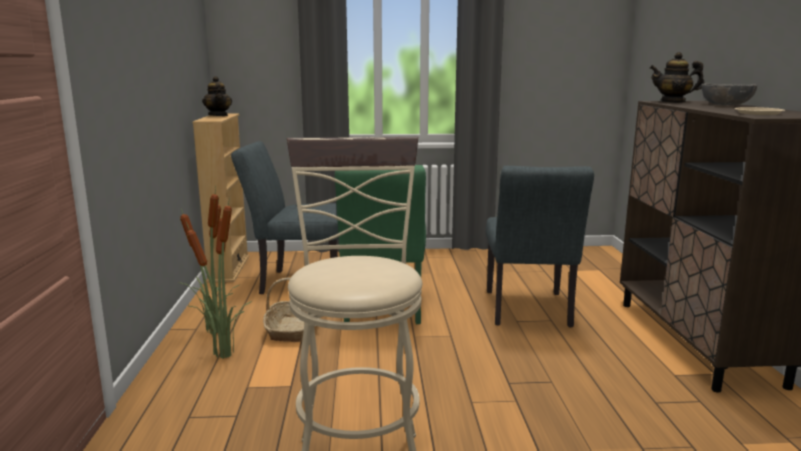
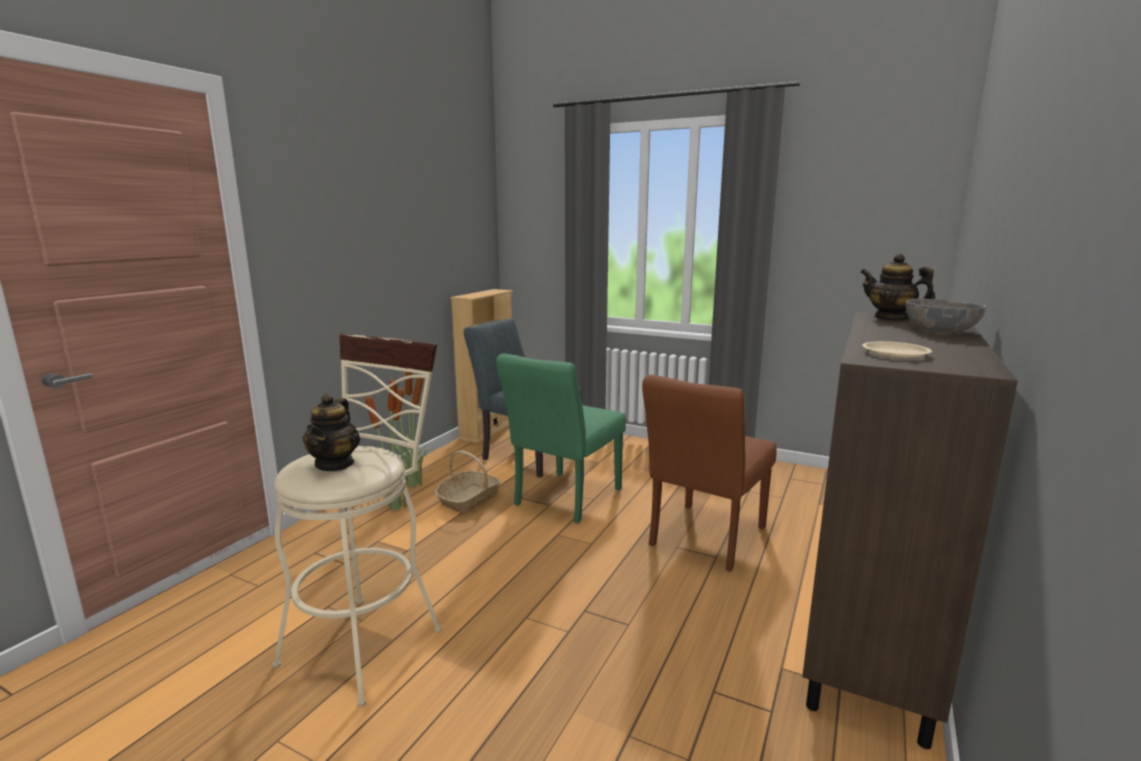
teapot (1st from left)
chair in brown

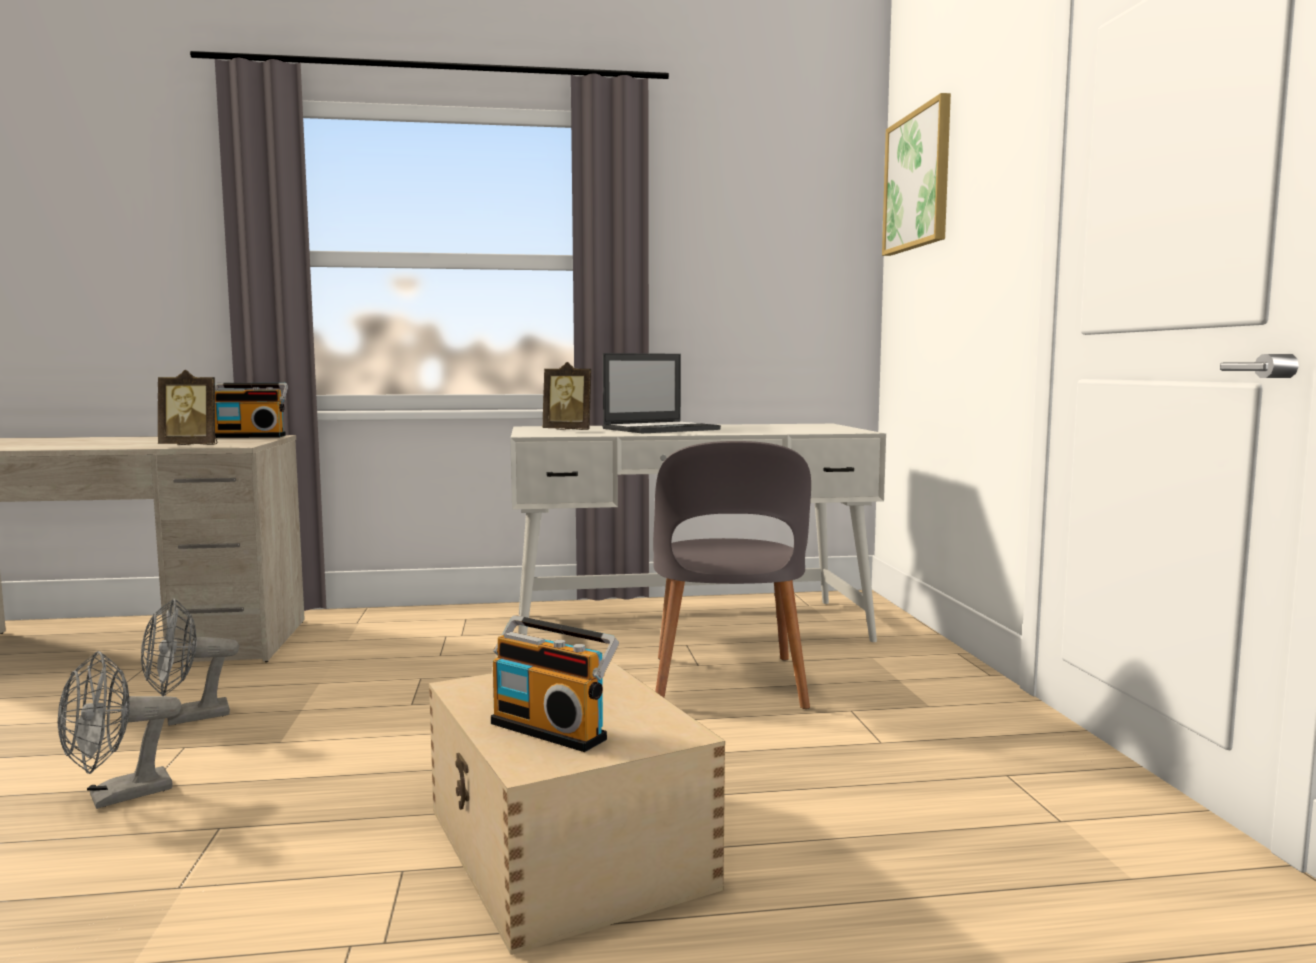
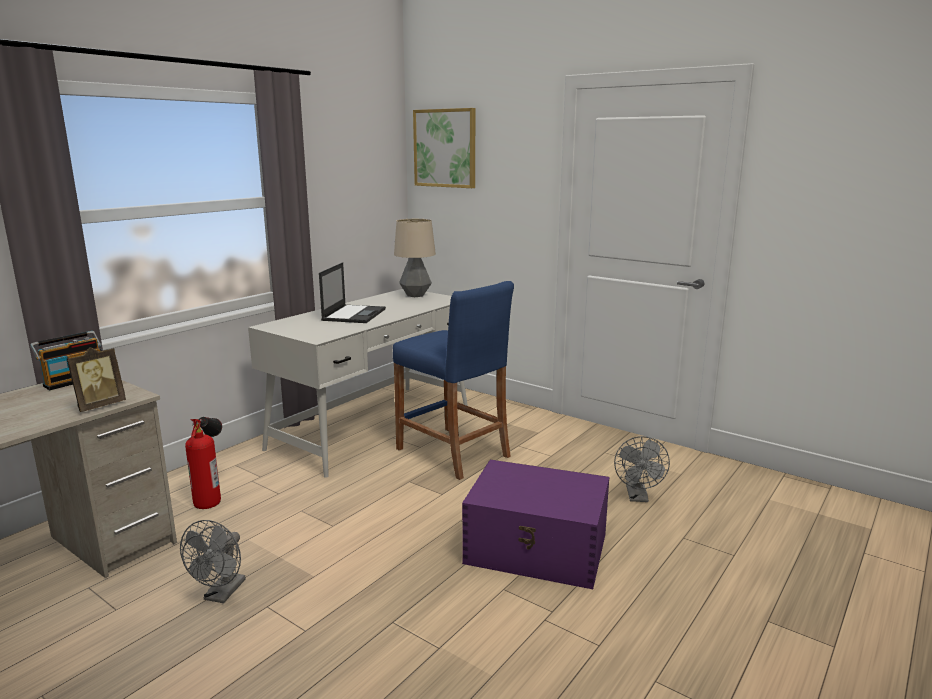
fire extinguisher
stool in blue
table lamp
storage box in purple
fan in grey (2nd from left)
radio (2nd from left in the first image)
picture frame (2nd from left in the first image)

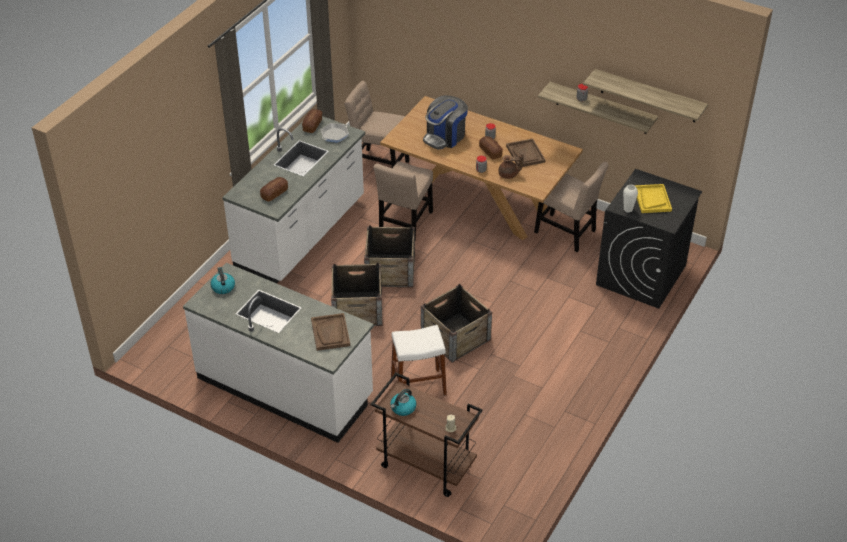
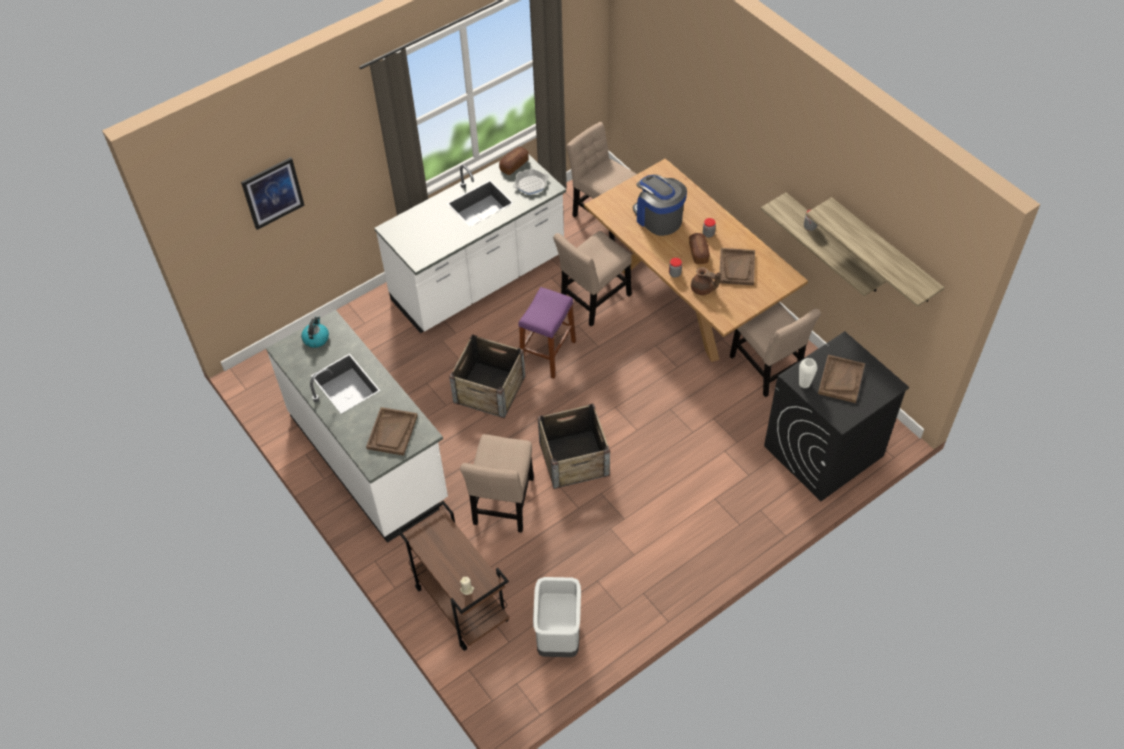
picture
chair in beige (1st from left)
stool in purple
trash can in grey
coffee machine
tray in brown (3rd from left)
bread (1st from left in the first image)
kettle (2nd from left in the first image)

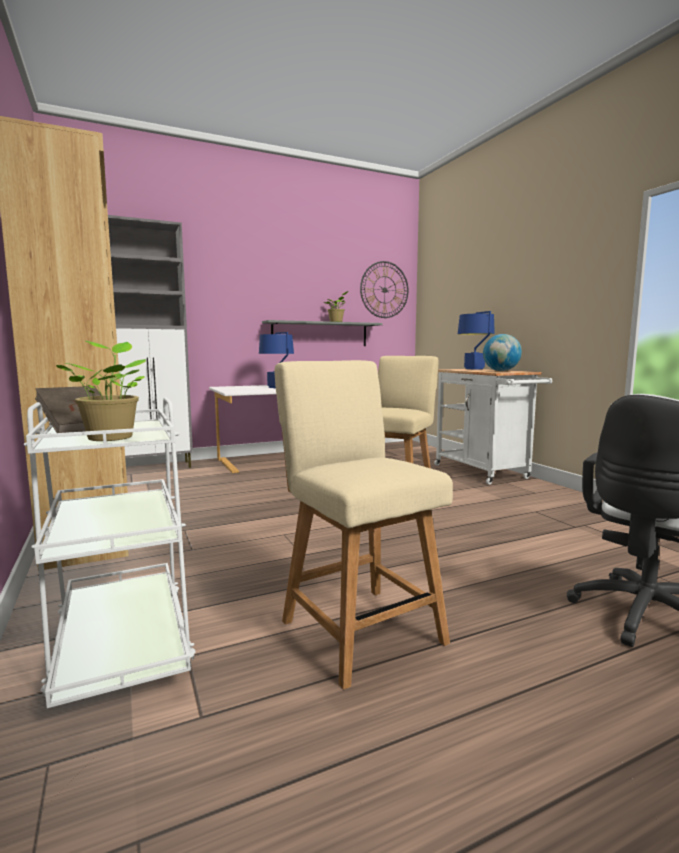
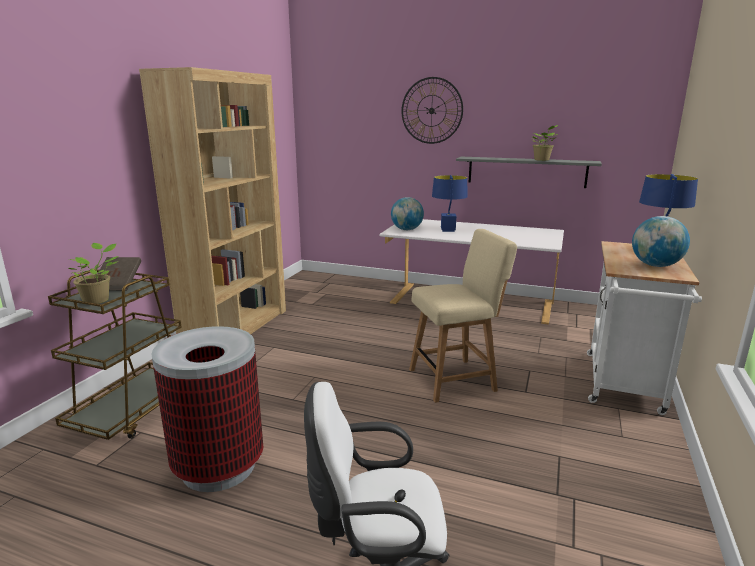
cart in brown
trash can
globe (1st from left)
wall clock
cabinet in grey

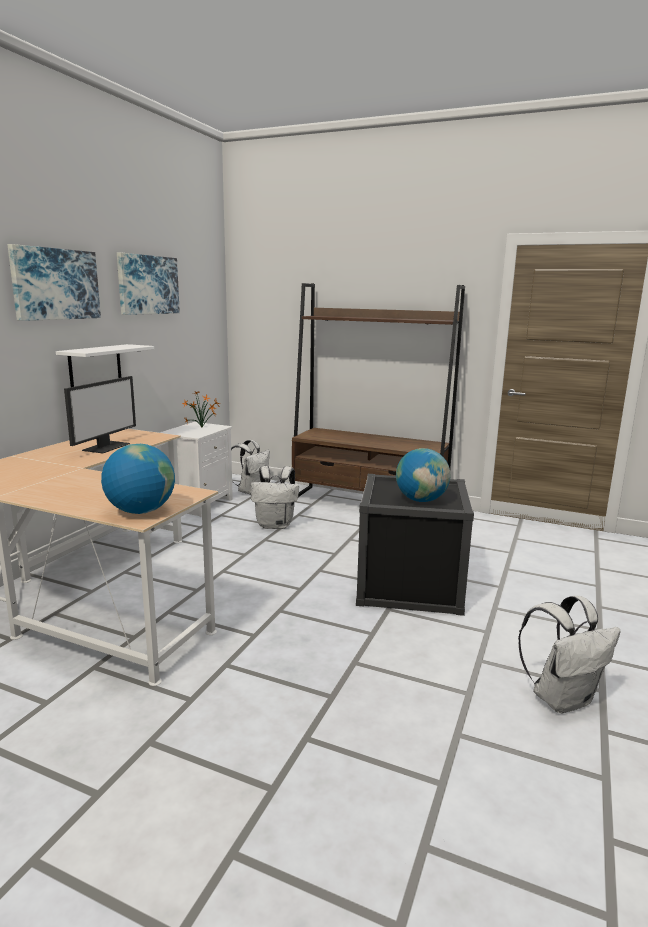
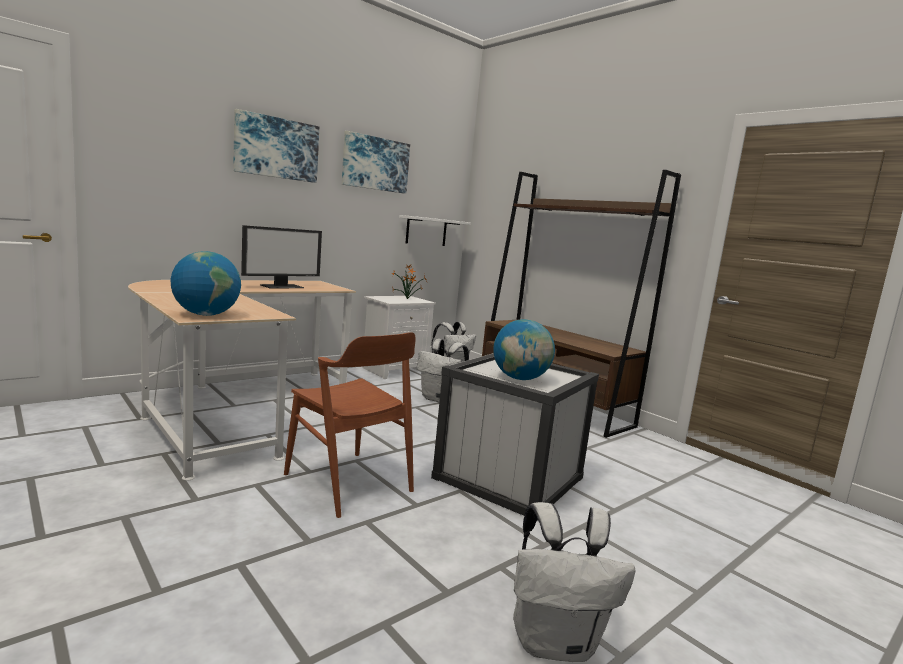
chair in brown
shelf in white
storage box in white

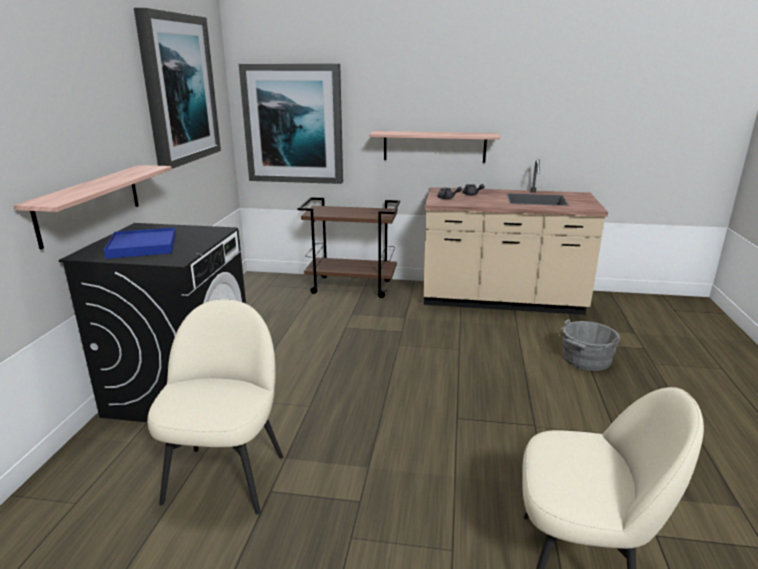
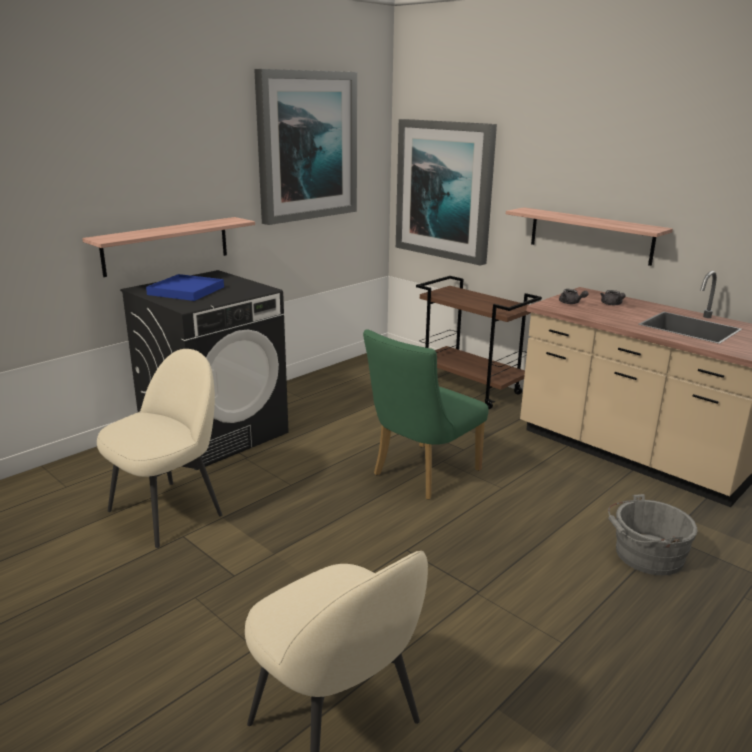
chair in green

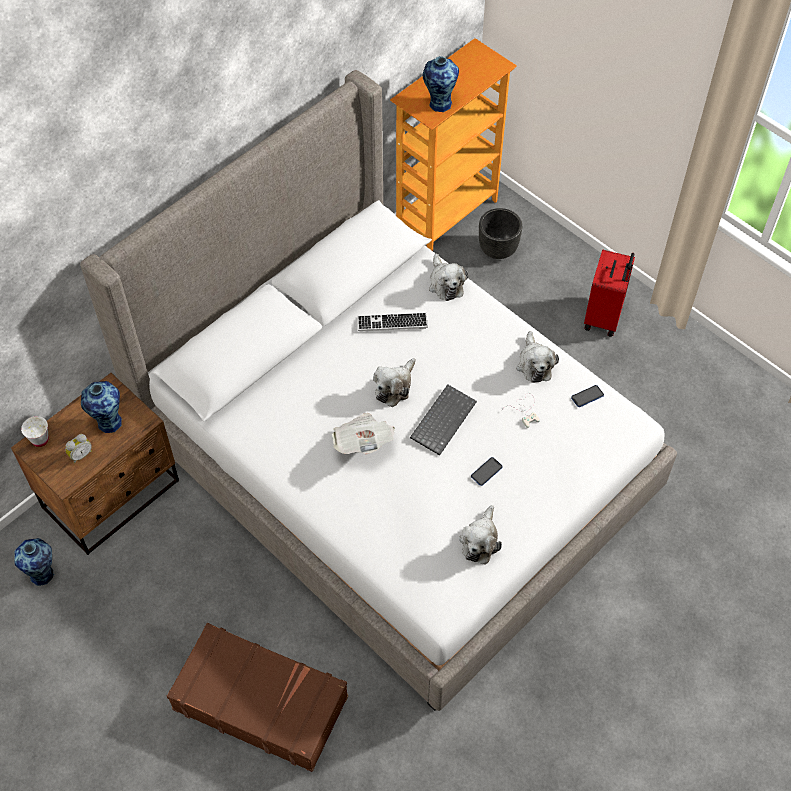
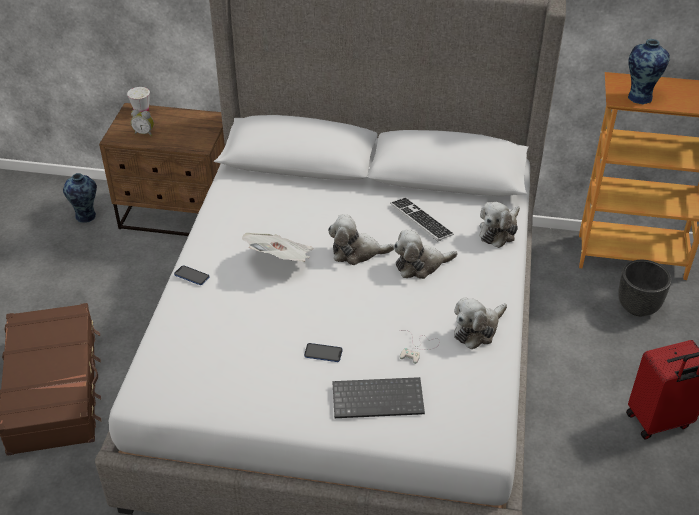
phone (1st from left)
keyboard (1st from left)
plush toy (2nd from left)
vase (2nd from left in the first image)

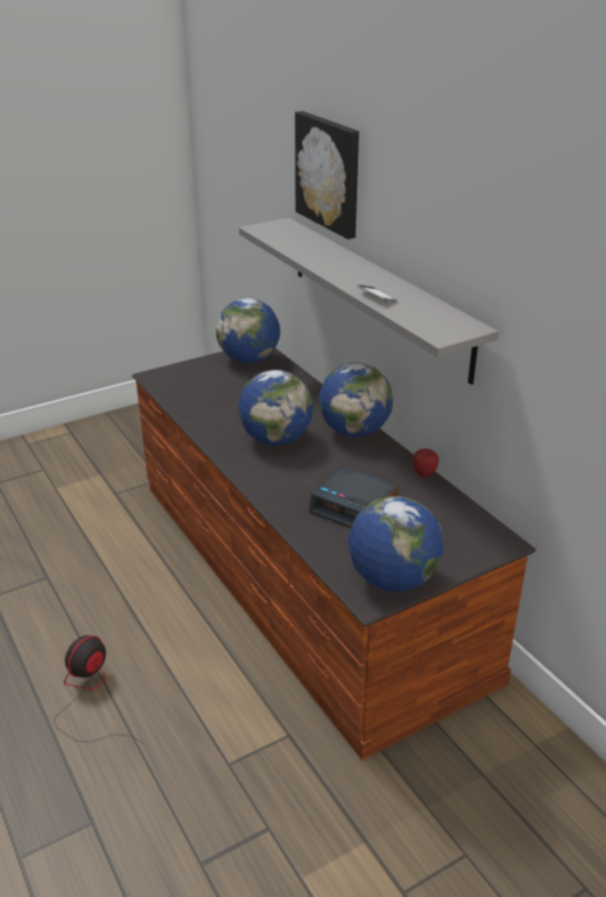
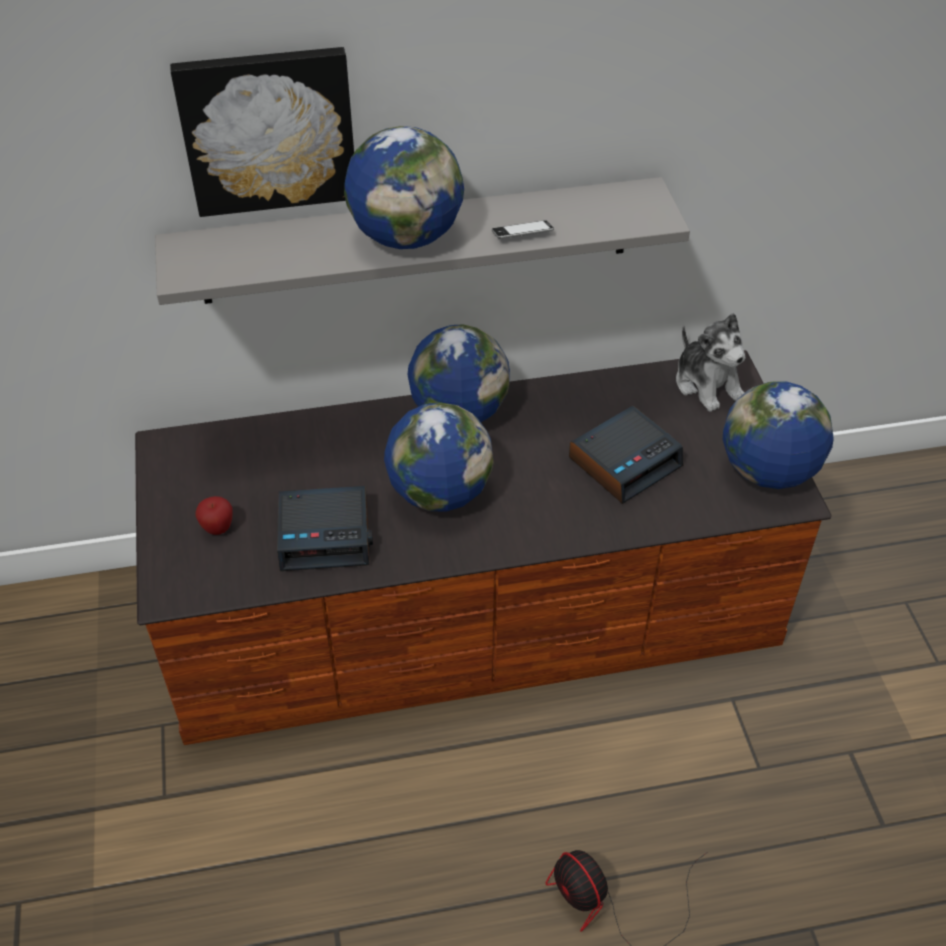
apple
alarm clock (1st from left)
globe (1st from left)
plush toy

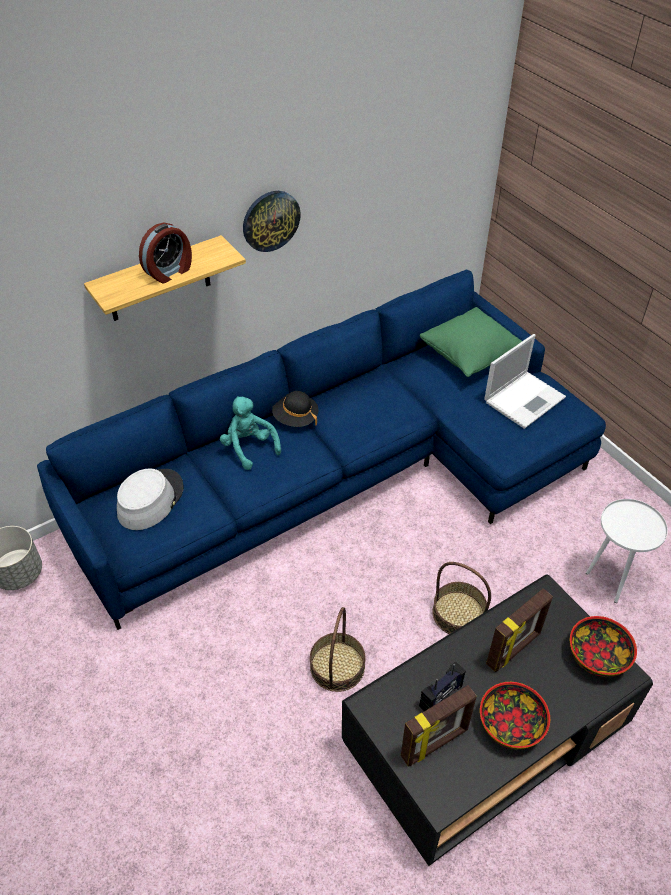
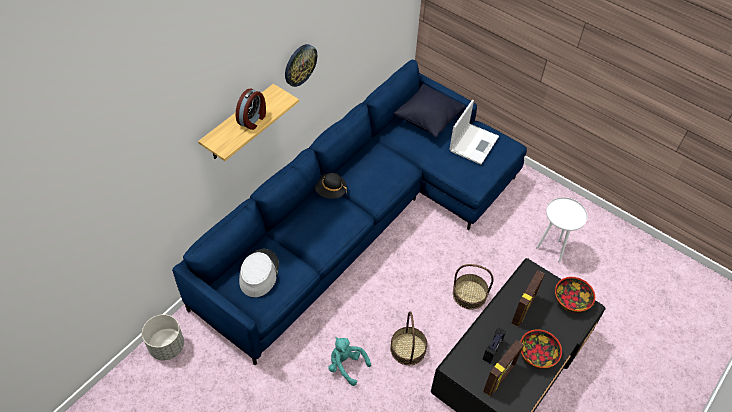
plush toy in turquoise
pillow in black

